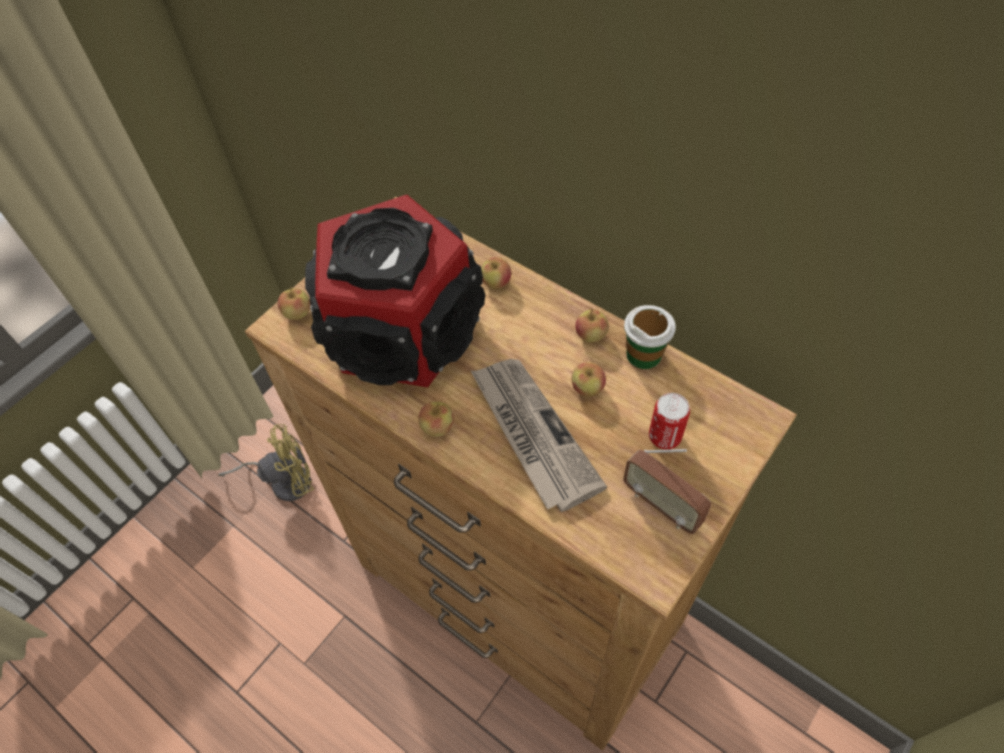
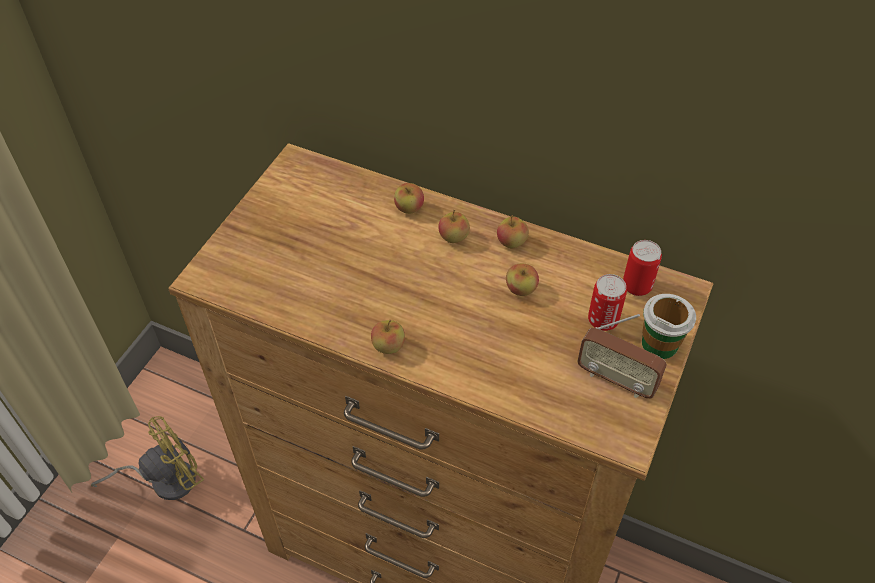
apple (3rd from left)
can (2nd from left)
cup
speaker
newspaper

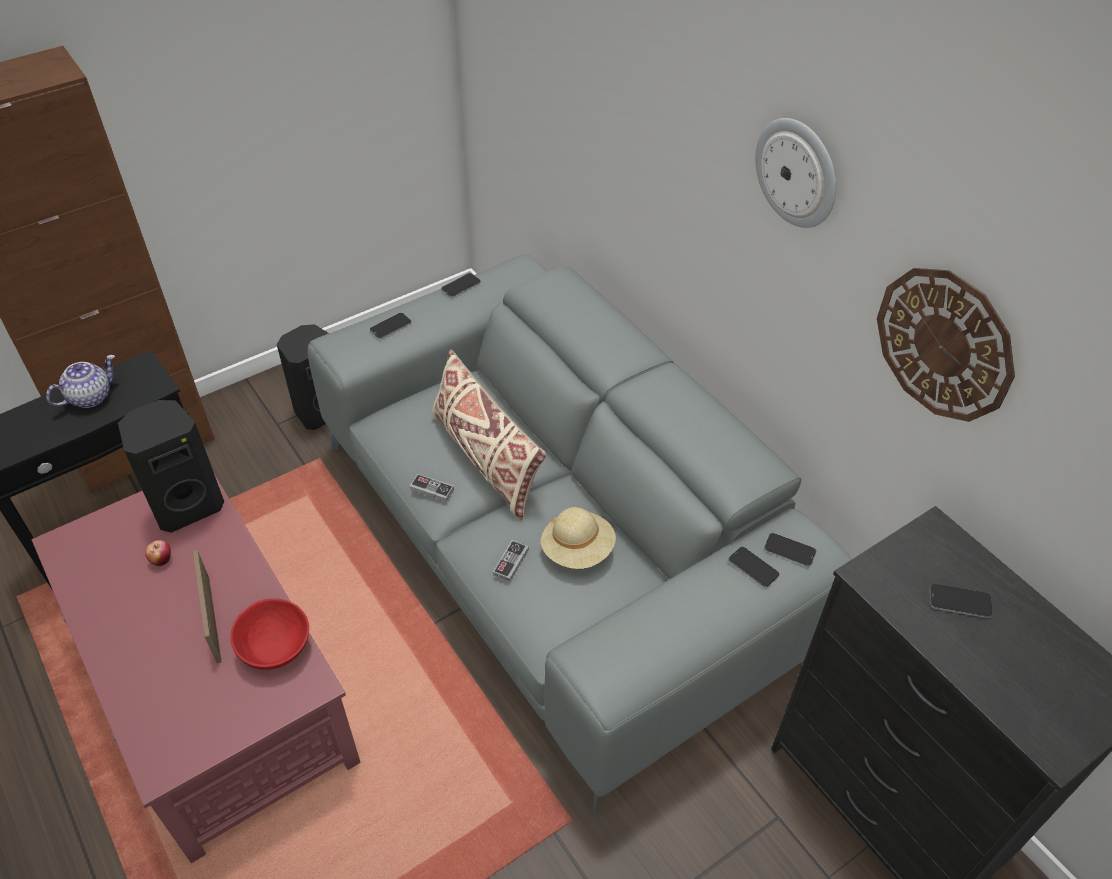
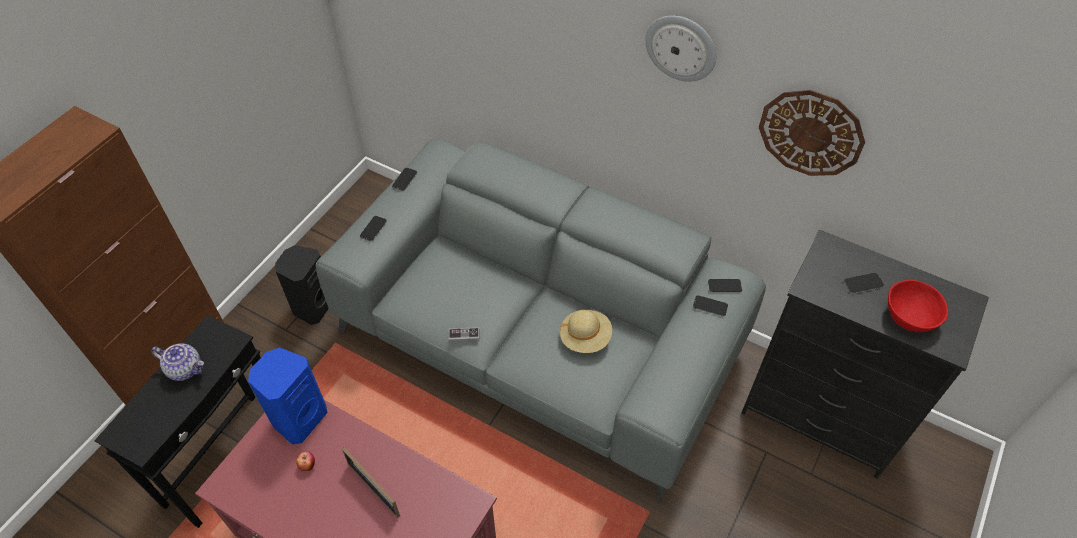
teapot
speaker in blue
bowl in red
pillow in beige
game controller (2nd from left in the first image)

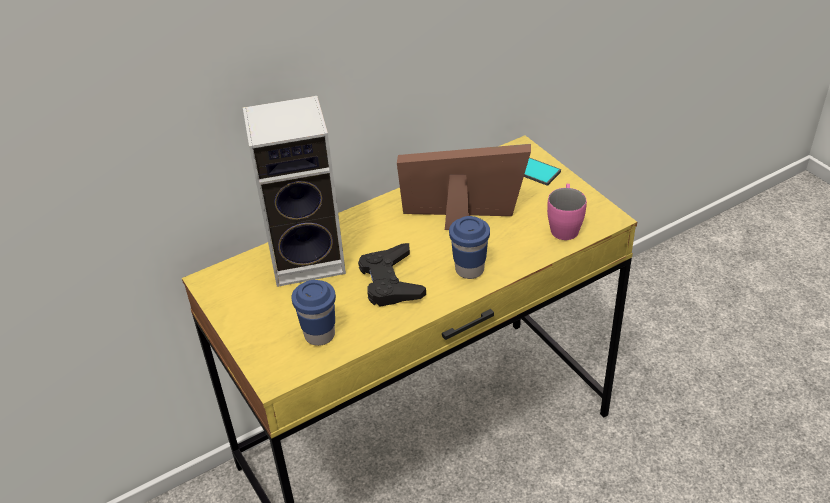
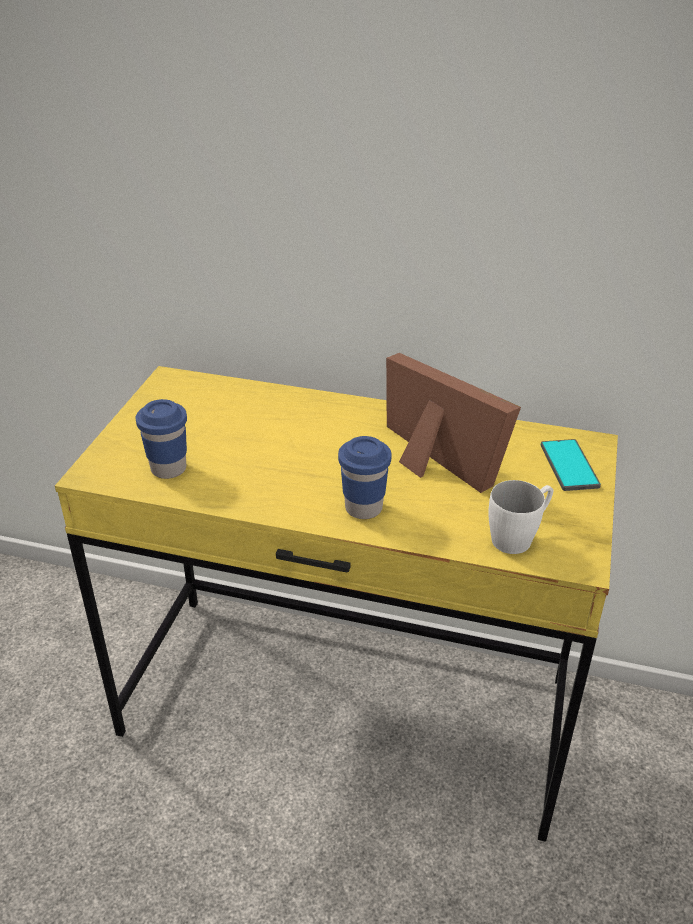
mug in white
speaker
game controller in black

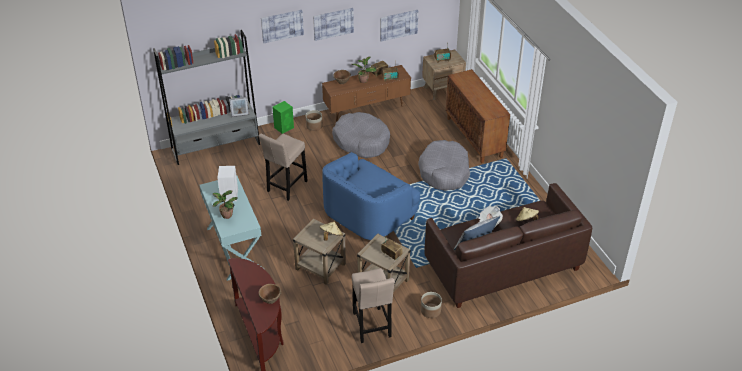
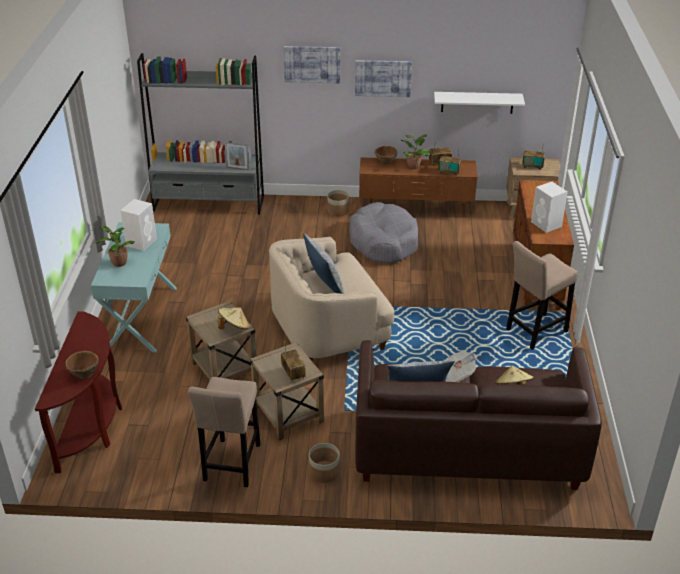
armchair in beige
pillow (1st from left)
shelf in white
stool in beige (2nd from left)
speaker in white (2nd from left)
speaker in green
dog bed in grey (2nd from left in the first image)

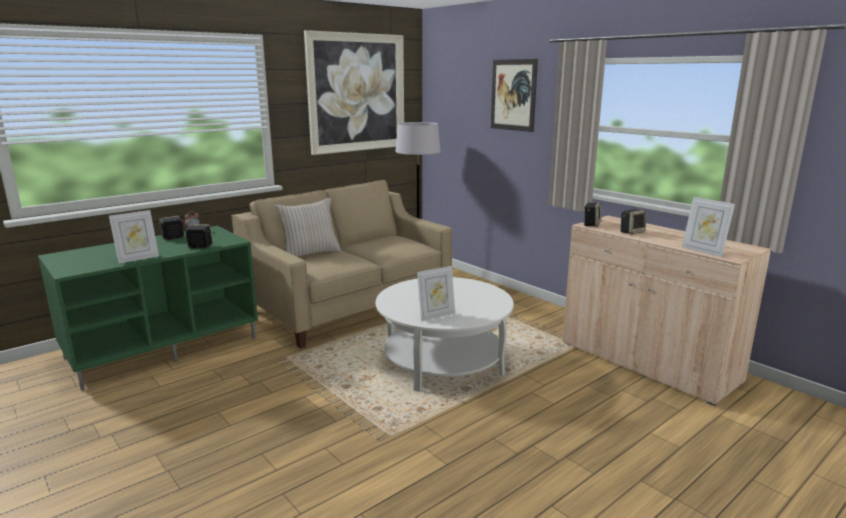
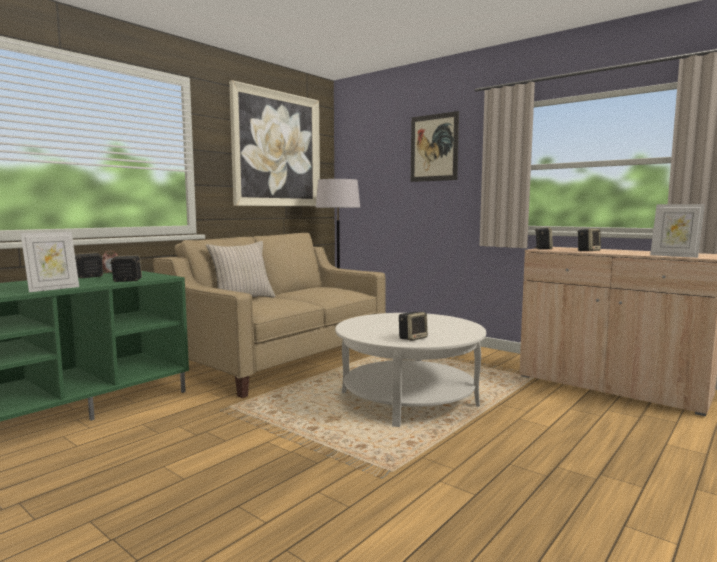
speaker (3rd from left)

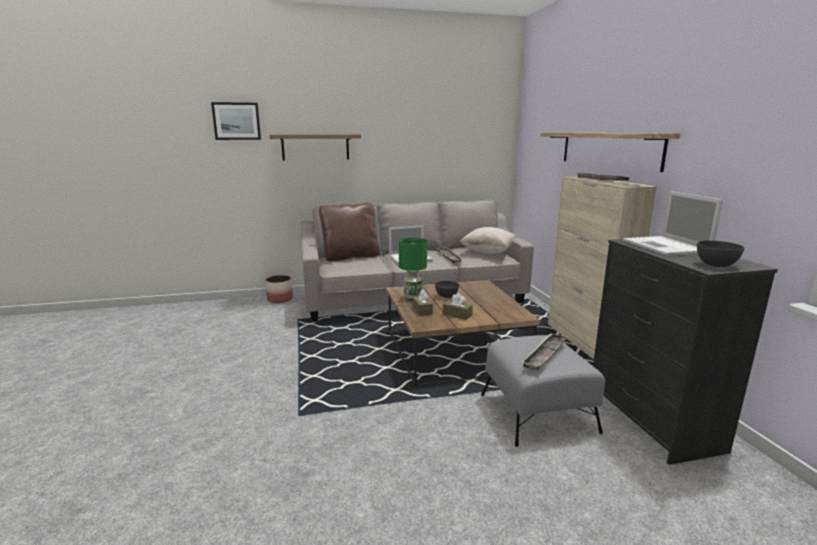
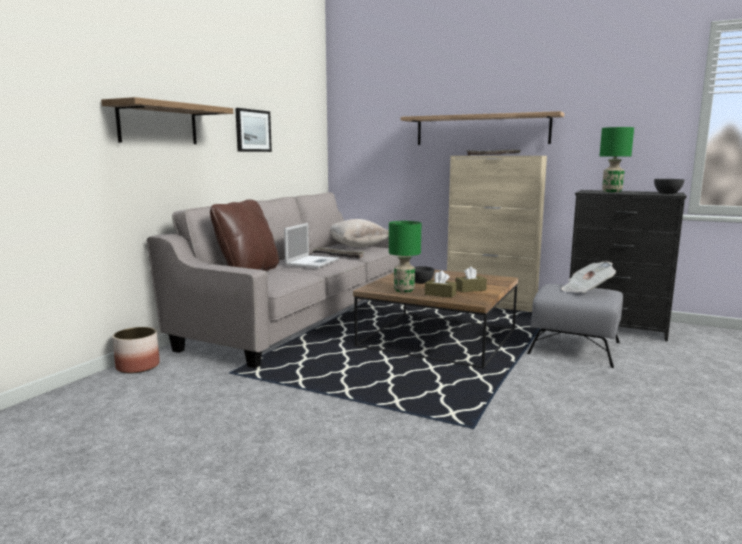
picture
newspaper
table lamp in green (2nd from left)

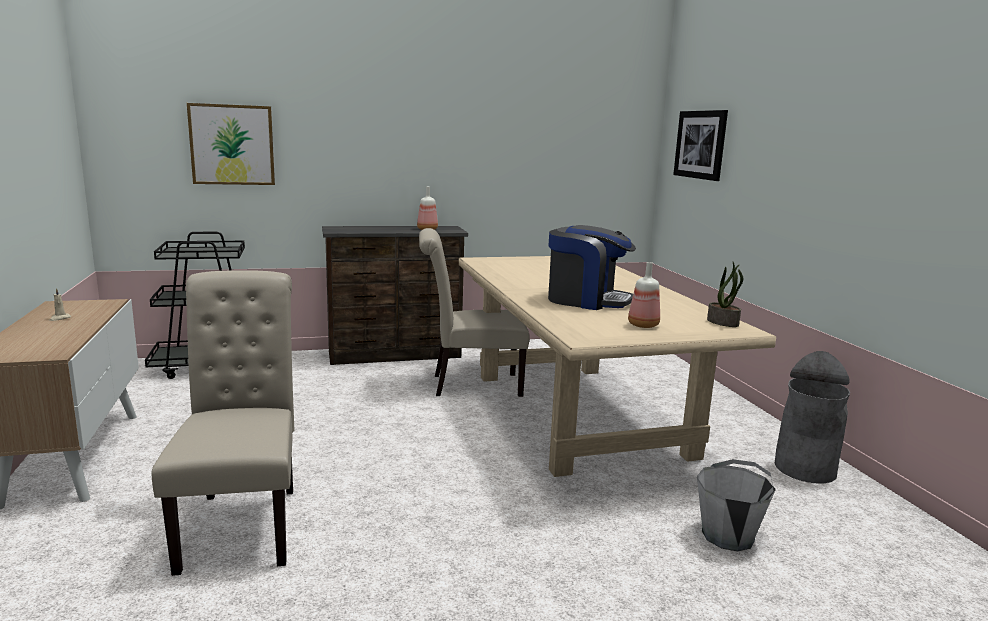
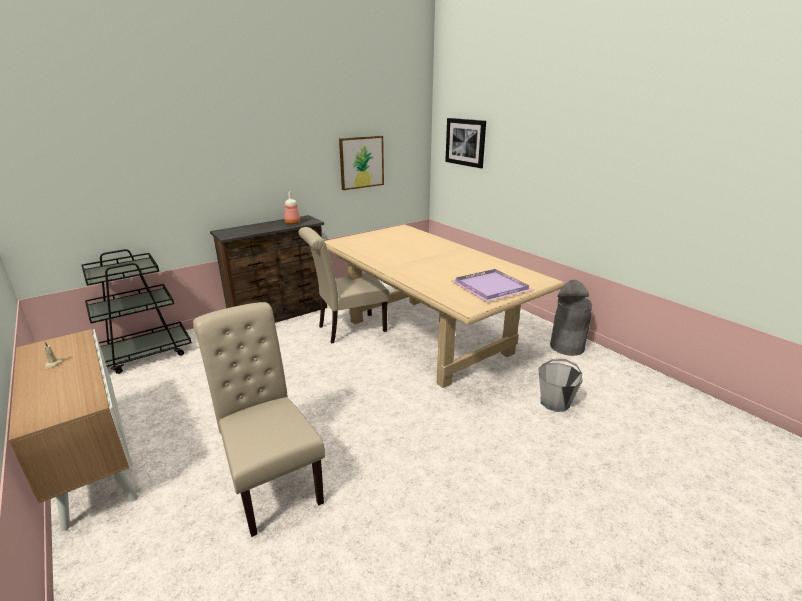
picture (1st from left)
tray in purple
coffee machine
potted plant

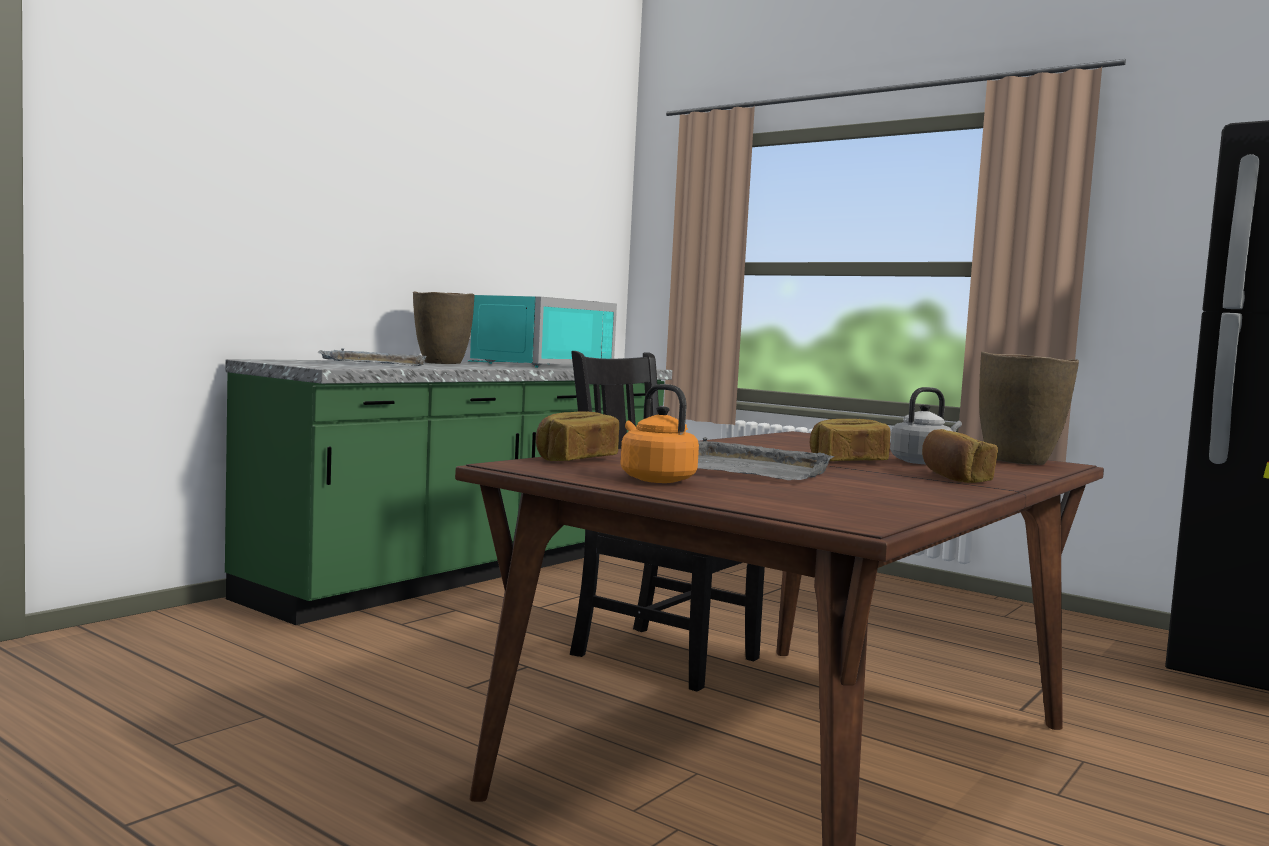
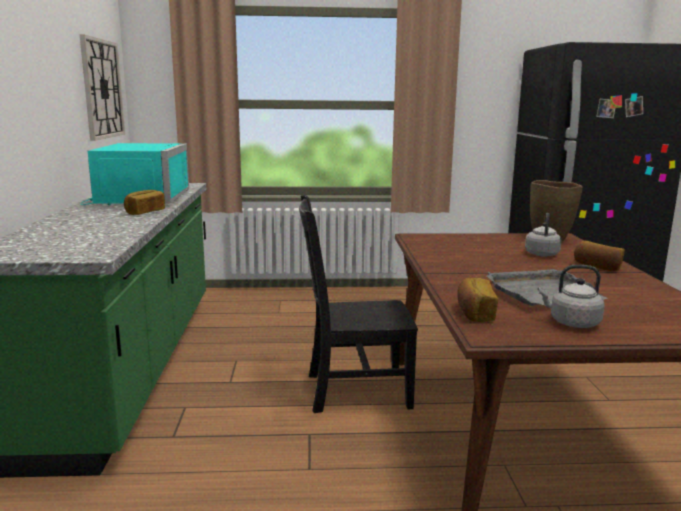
wall clock
bread (1st from left)
kettle in grey (2nd from left)
tray in grey (1st from left in the first image)
vase in brown (1st from left in the first image)

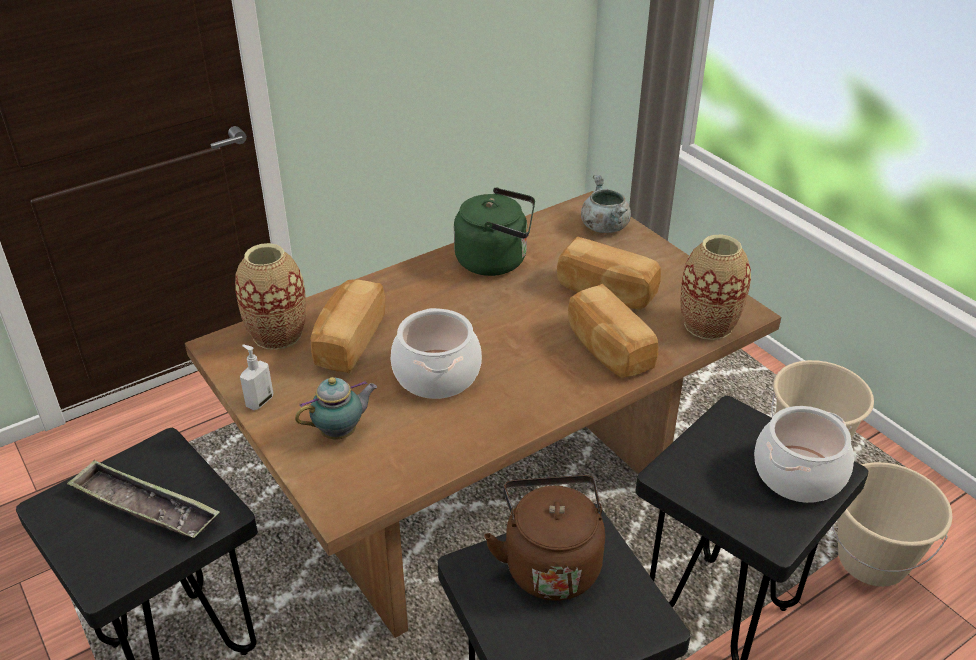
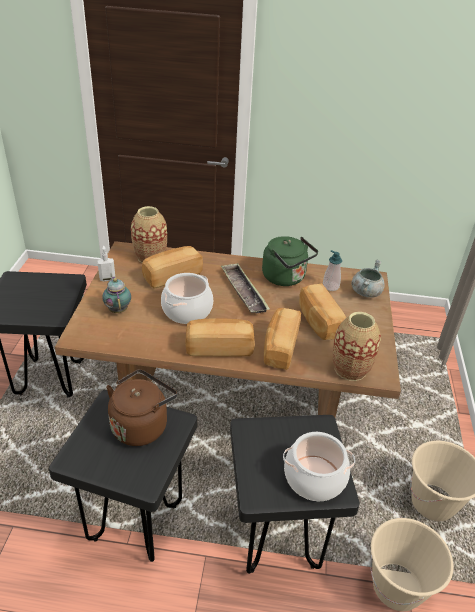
teapot
bread (2nd from left)
tray
soap dispenser (2nd from left)

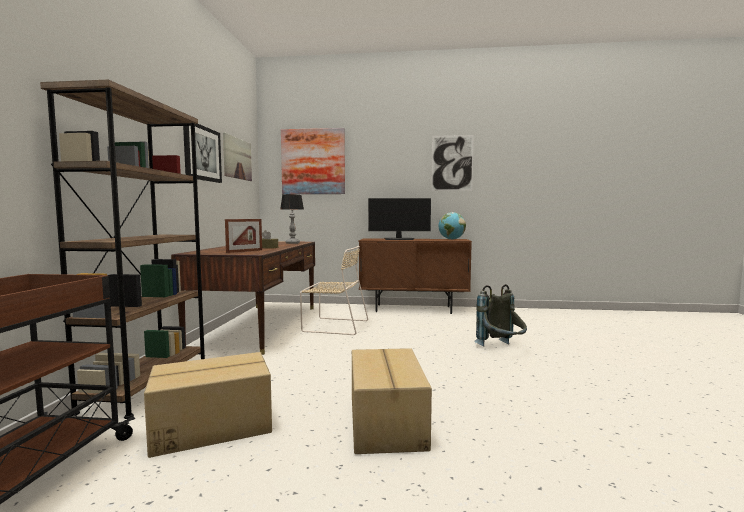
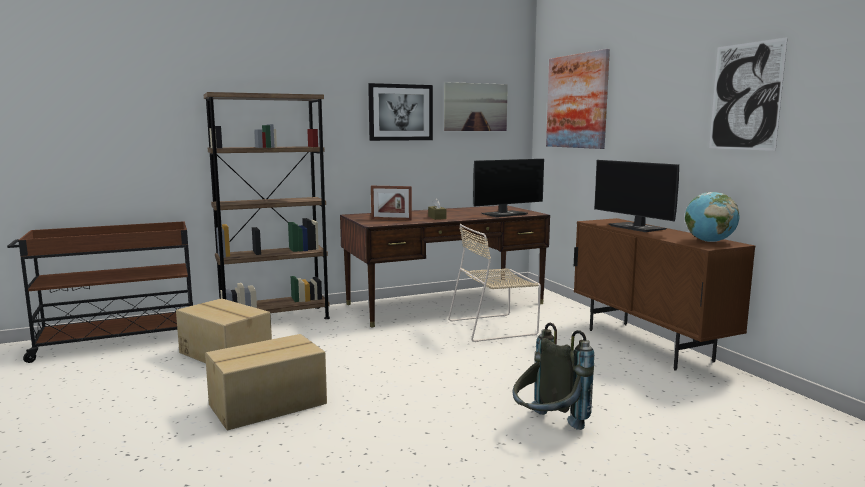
chair in beige
monitor (1st from left)

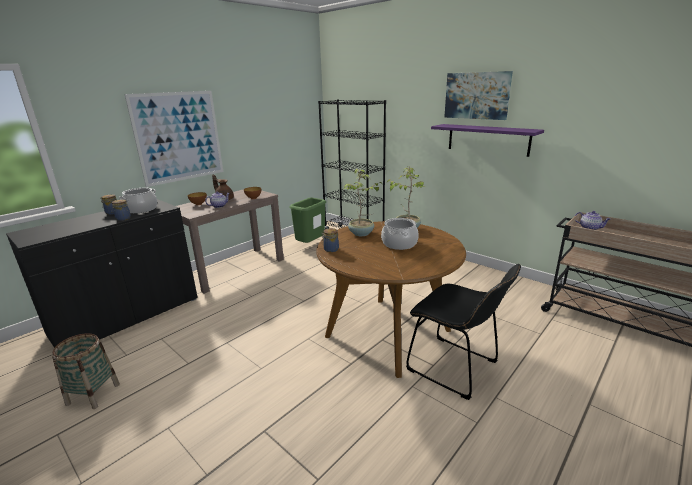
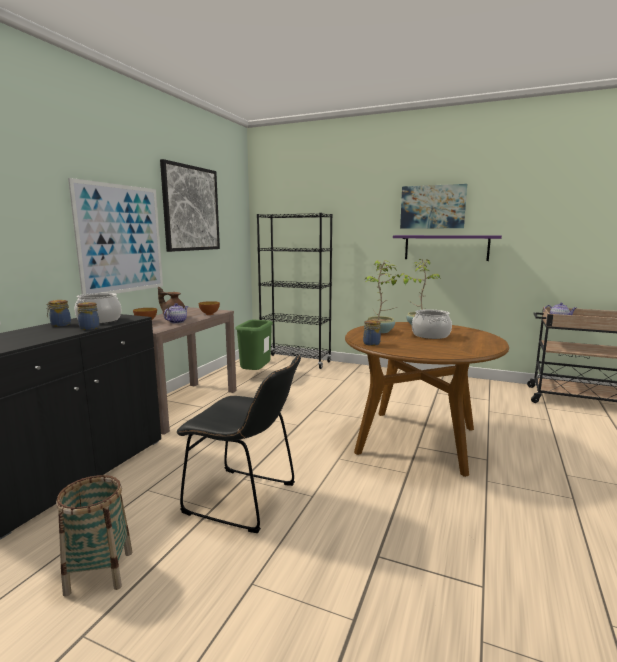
picture (2nd from left)
chair in black

